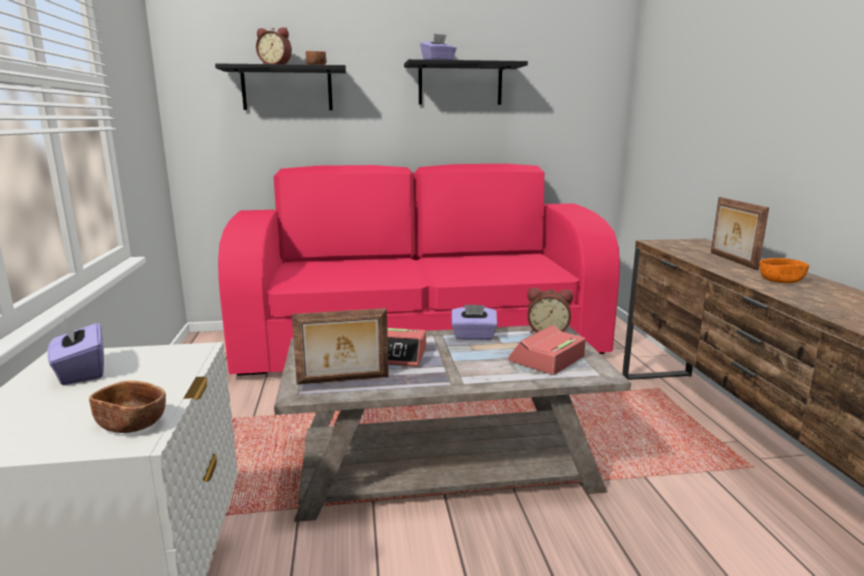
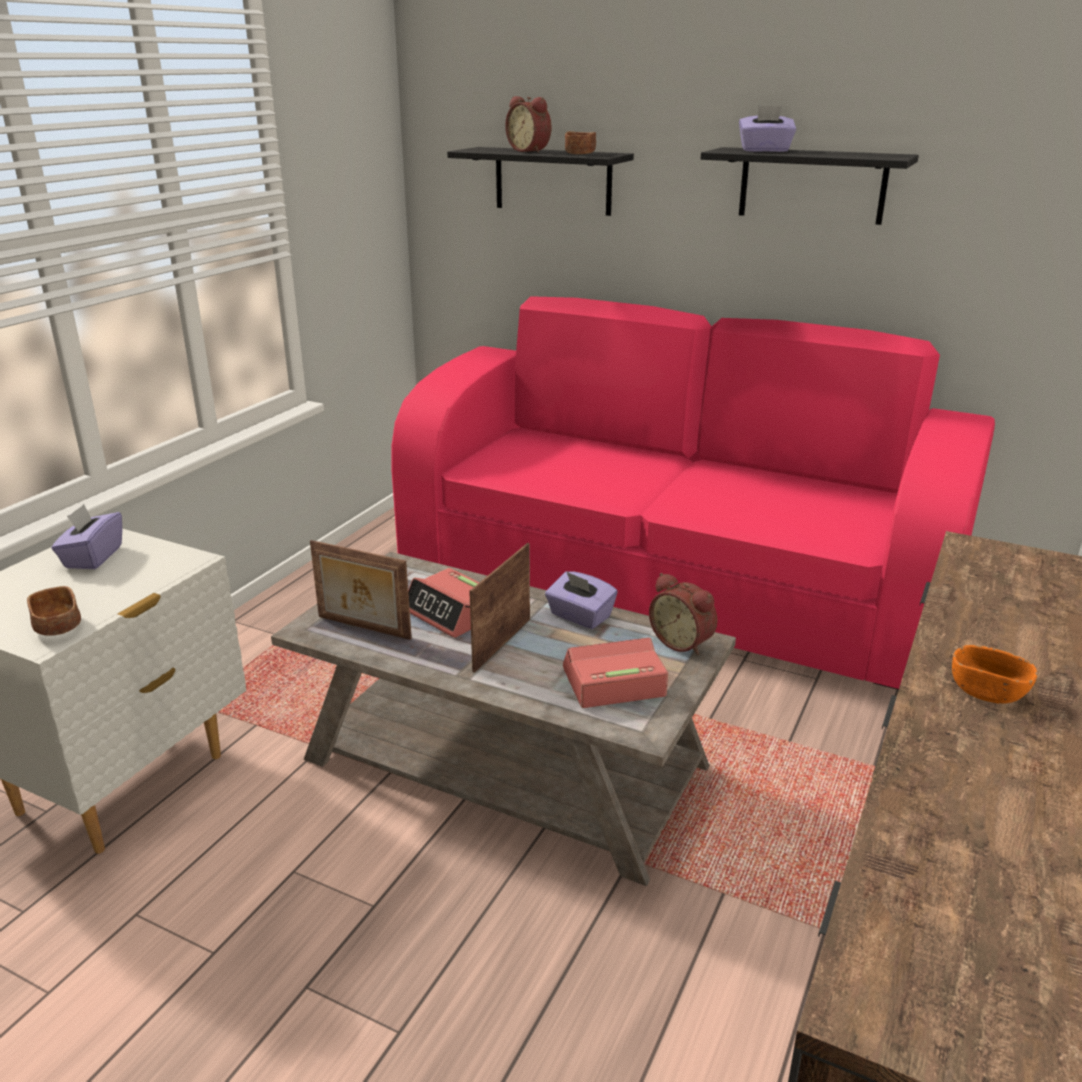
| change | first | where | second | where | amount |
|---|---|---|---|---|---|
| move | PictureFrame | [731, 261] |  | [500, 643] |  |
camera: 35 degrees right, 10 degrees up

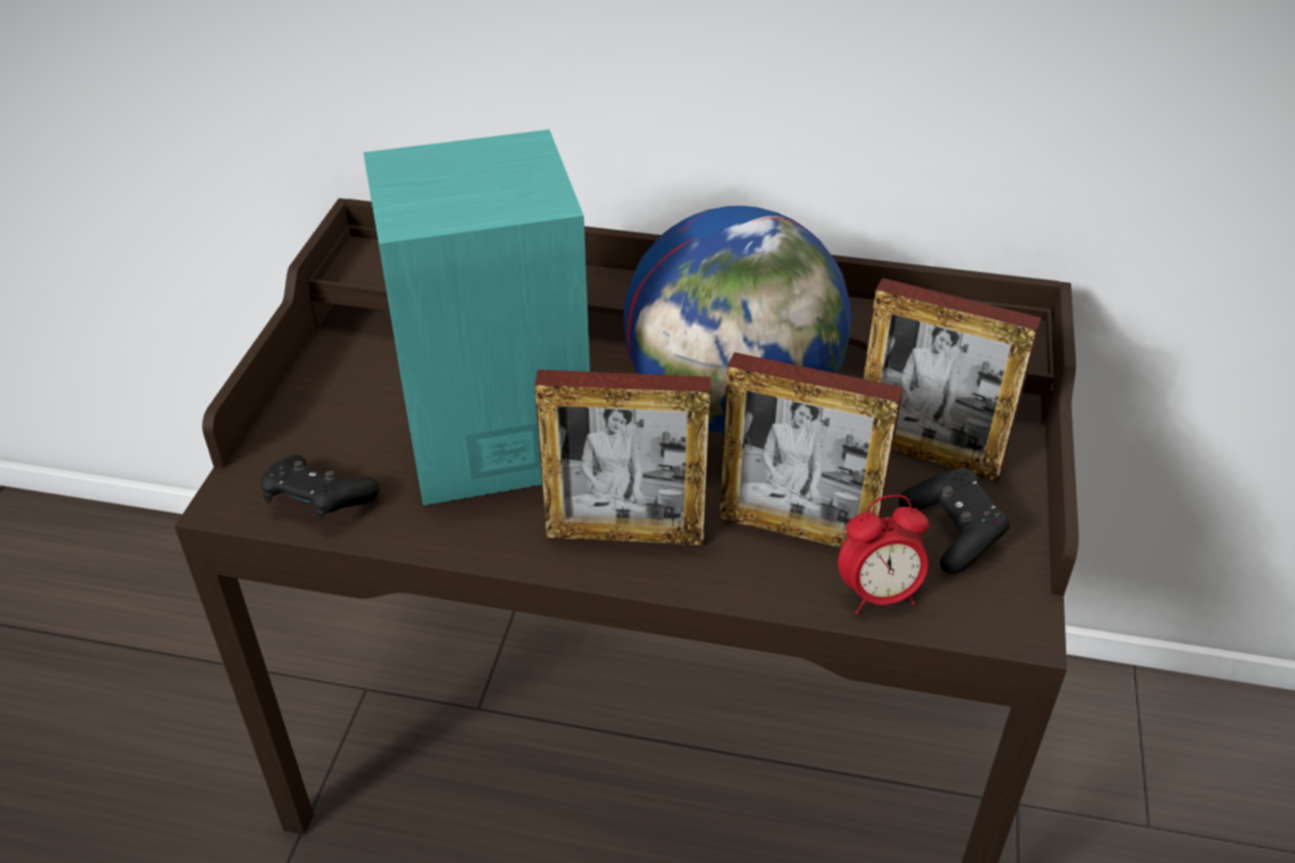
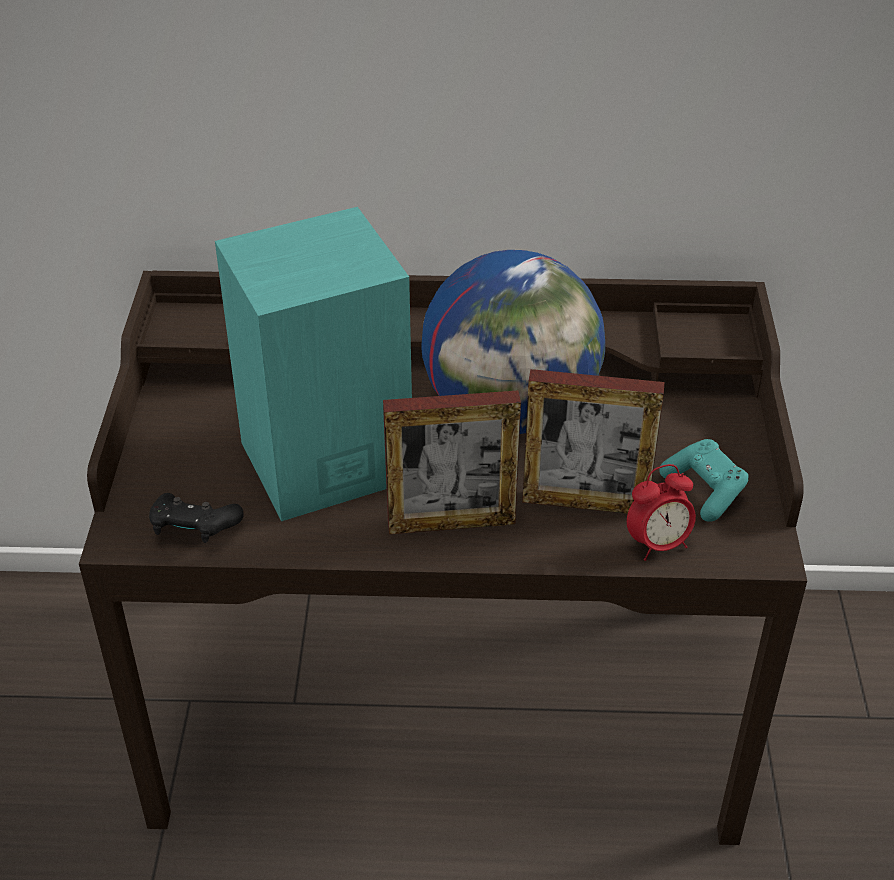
| change | first | where | second | where | amount |
|---|---|---|---|---|---|
| delete | PictureFrame | [927, 454] |  |  |  |
| recolor | BlackGameController | [953, 533] | TurquoiseGameController | [704, 490] |  |
camera: 10 degrees left, 0 degrees up

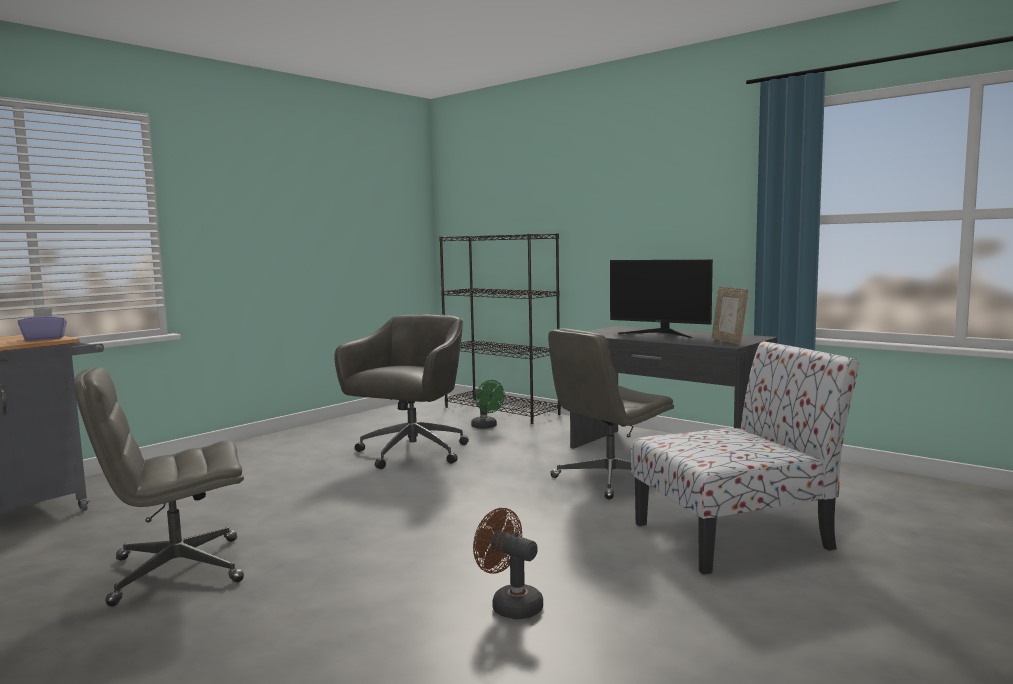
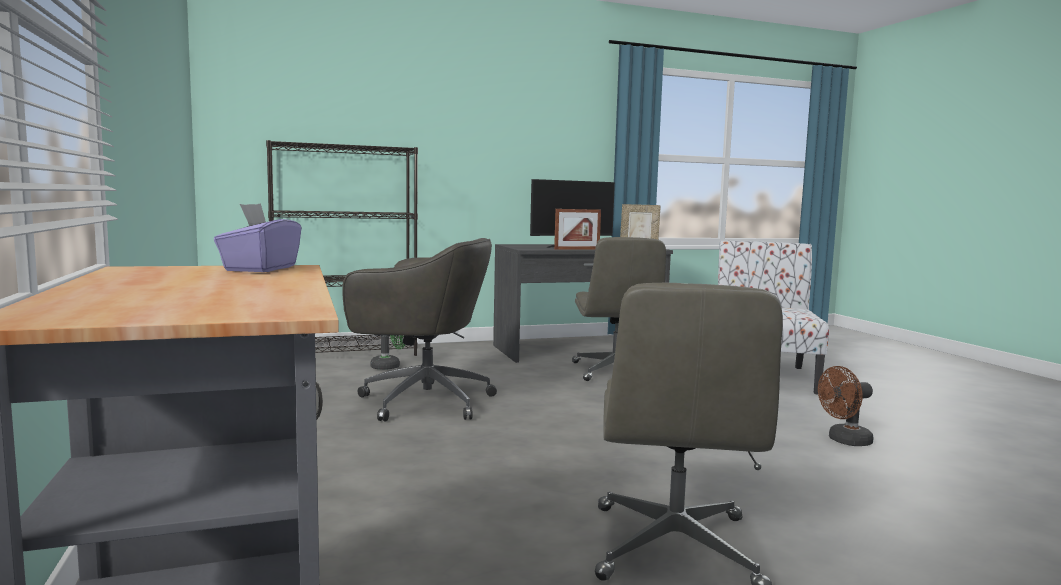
| change | first | where | second | where | amount |
|---|---|---|---|---|---|
| rotate | GreyOfficeChair | [410, 453] |  | [422, 401] | 135 degrees clockwise |
| insert |  |  | PictureFrame | [577, 249] |  |
camera: 60 degrees left, 0 degrees up

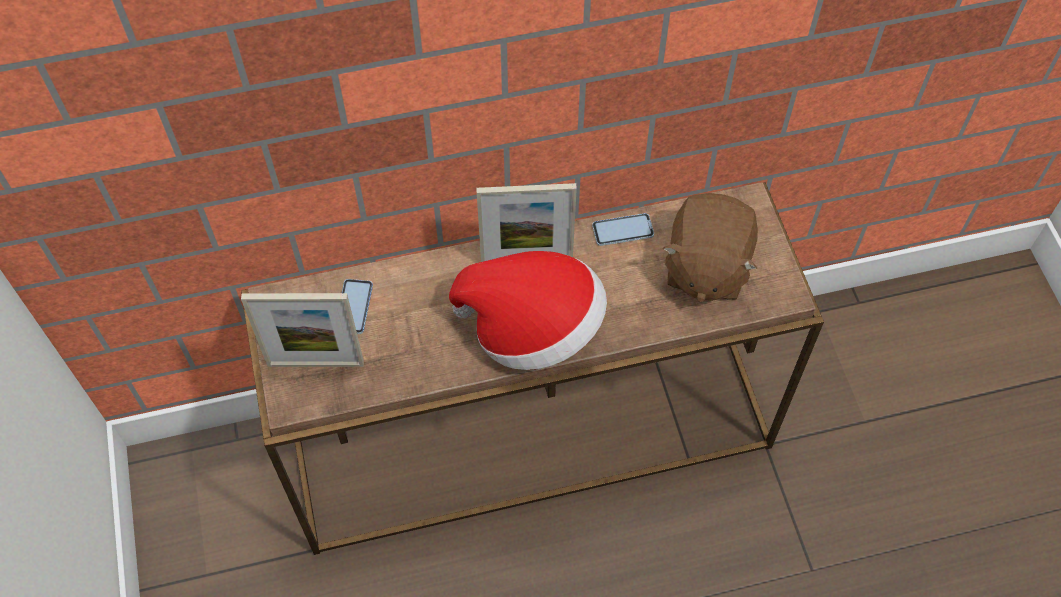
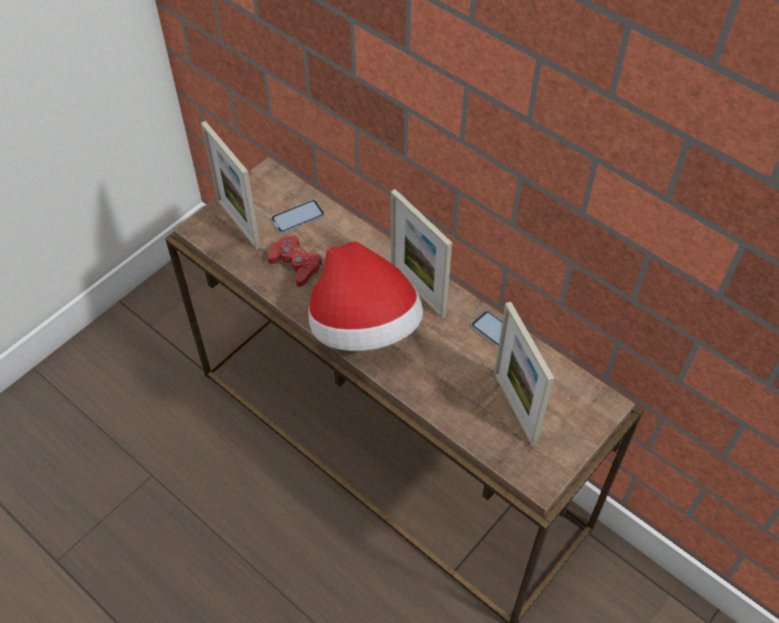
| change | first | where | second | where | amount |
|---|---|---|---|---|---|
| replace | BrownPlushToy | [705, 267] | PictureFrame | [514, 408] |  |
| insert |  |  | RedGameController | [296, 264] |  |
camera: 55 degrees right, 5 degrees down

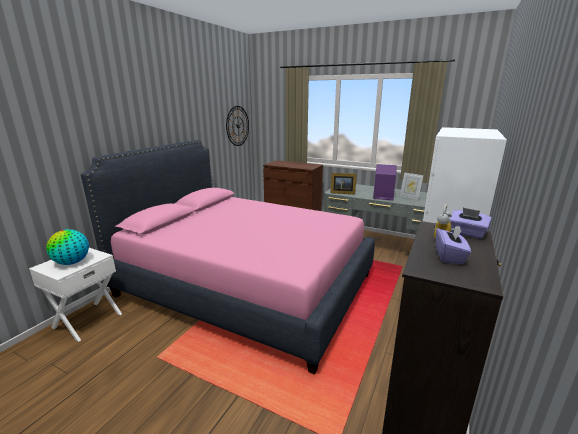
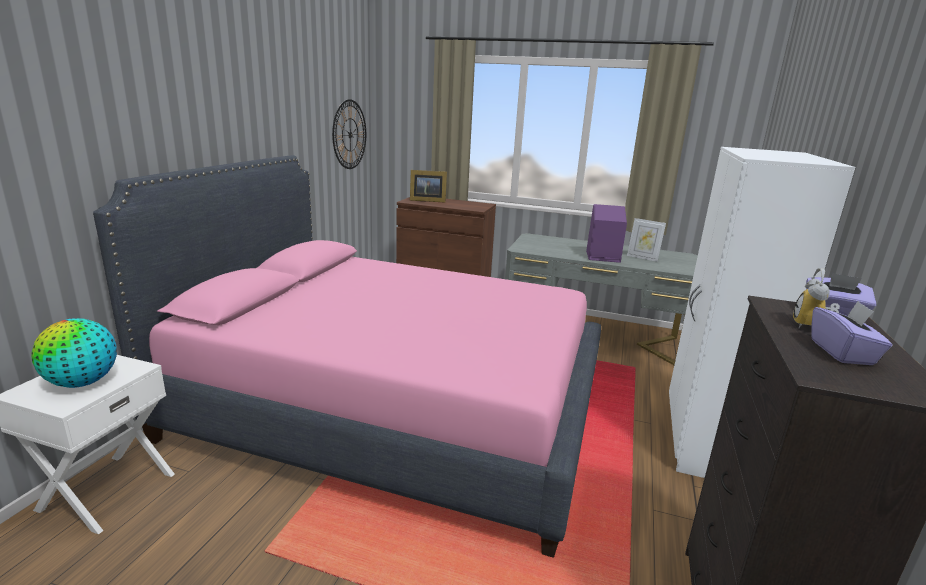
| change | first | where | second | where | amount |
|---|---|---|---|---|---|
| move | PictureFrame | [341, 192] |  | [426, 200] |  |
camera: 10 degrees left, 0 degrees up

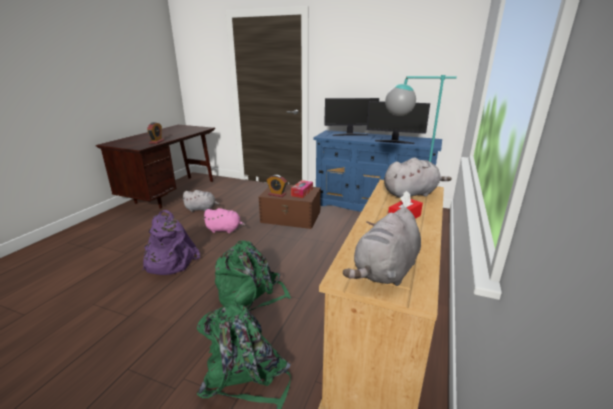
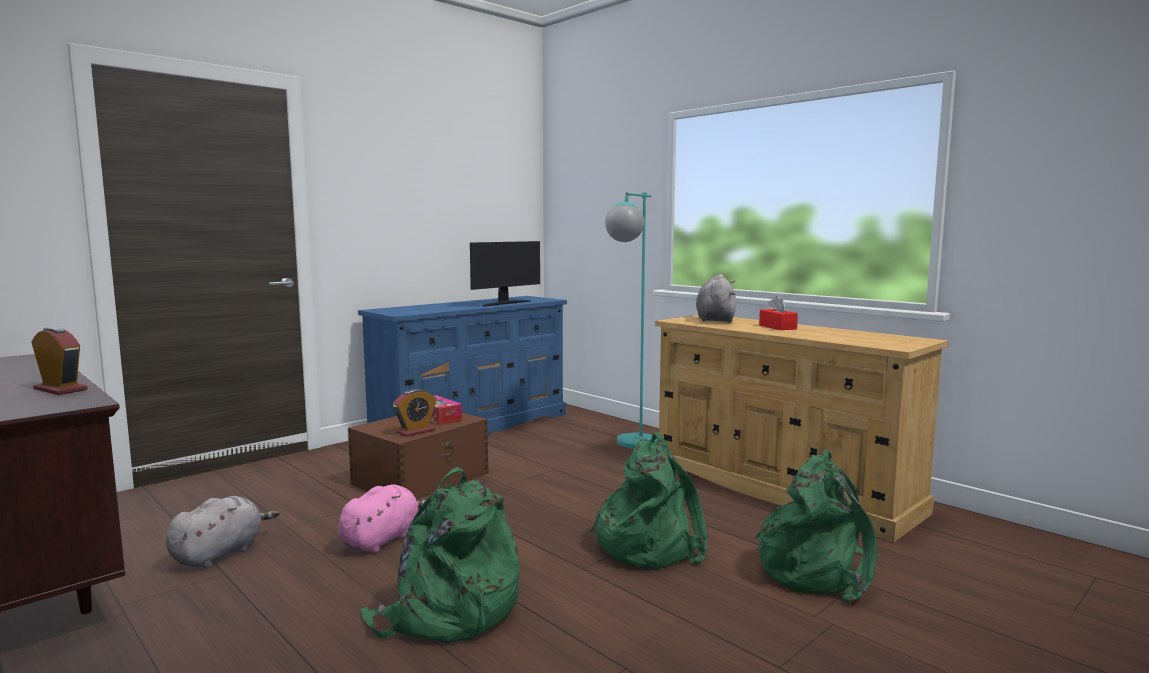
| change | first | where | second | where | amount |
|---|---|---|---|---|---|
| recolor | PurpleBackpack | [169, 262] | GreenBackpack | [448, 612] |  |
| delete | Monitor | [350, 135] |  |  |  |
| delete | GreyPlushToy | [385, 271] |  |  |  |
camera: 65 degrees left, 15 degrees down

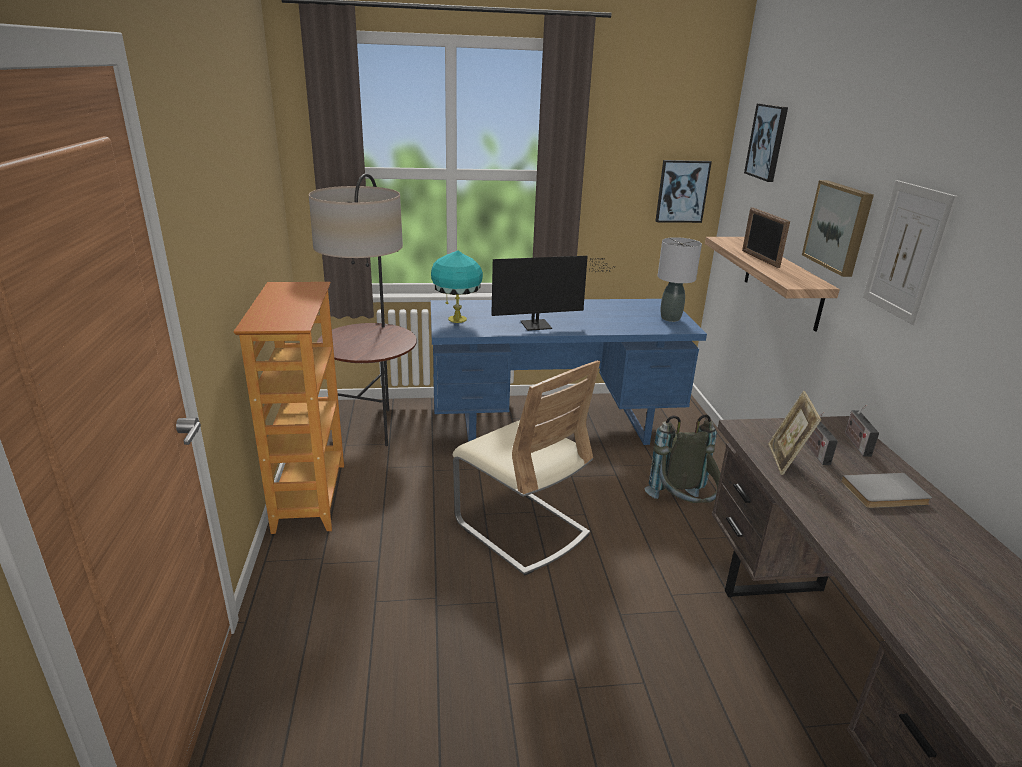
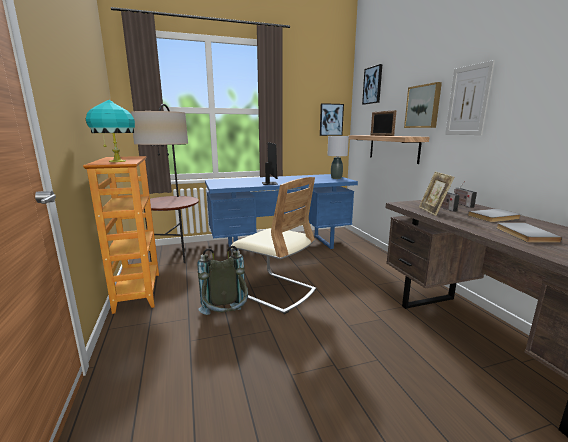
| change | first | where | second | where | amount |
|---|---|---|---|---|---|
| move | TurquoiseTableLamp | [456, 319] |  | [116, 161] |  |
| rotate | Monitor | [541, 325] |  | [270, 183] | 75 degrees counterclockwise |
| move | GreyBackpack | [683, 508] |  | [226, 319] |  |
| insert |  |  | GreyBook | [523, 234] |  |
camera: 10 degrees left, 10 degrees down

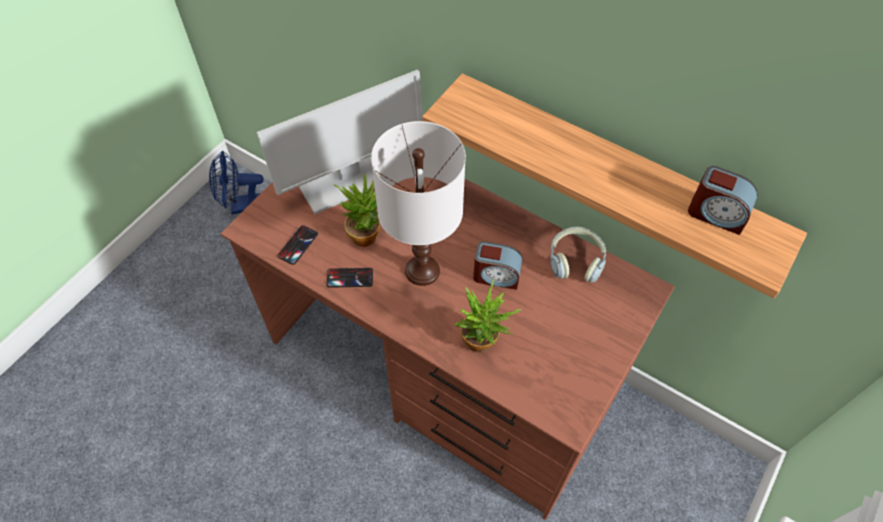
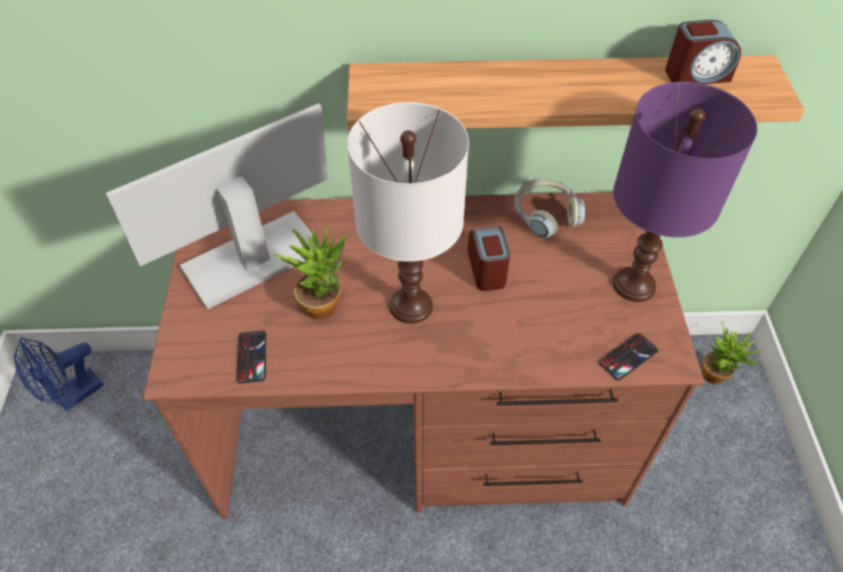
| change | first | where | second | where | amount |
|---|---|---|---|---|---|
| rotate | Monitor | [350, 178] |  | [254, 258] | 150 degrees counterclockwise |
| move | Phone | [350, 278] |  | [628, 356] |  |
| move | PottedPlant | [483, 344] |  | [718, 375] |  |
| rotate | AlarmClock | [496, 276] |  | [487, 269] | 75 degrees counterclockwise |
| insert |  |  | PurpleTableLamp | [633, 285] |  |
camera: 35 degrees left, 5 degrees down

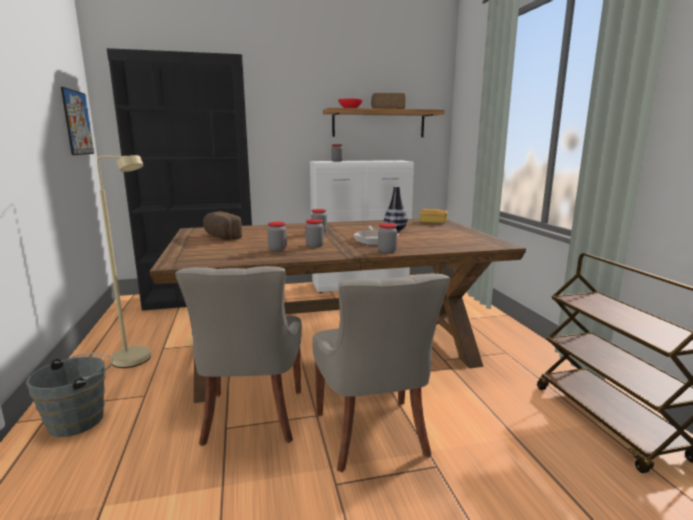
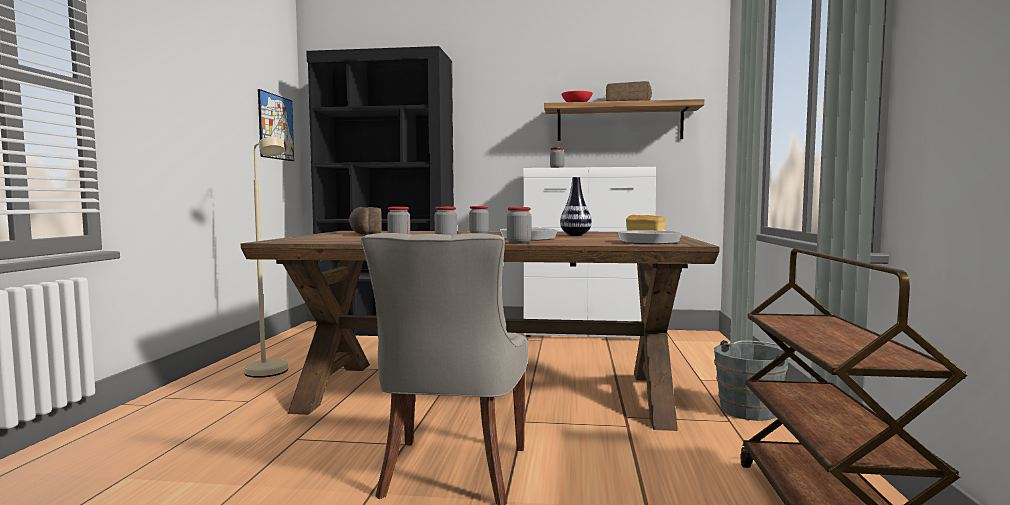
| change | first | where | second | where | amount |
|---|---|---|---|---|---|
| move | GreyBucket | [81, 419] |  | [752, 410] |  |
| delete | GreyChair | [252, 417] |  |  |  |
| insert |  |  | FryingPan | [650, 241] |  |
camera: 20 degrees right, 10 degrees down

